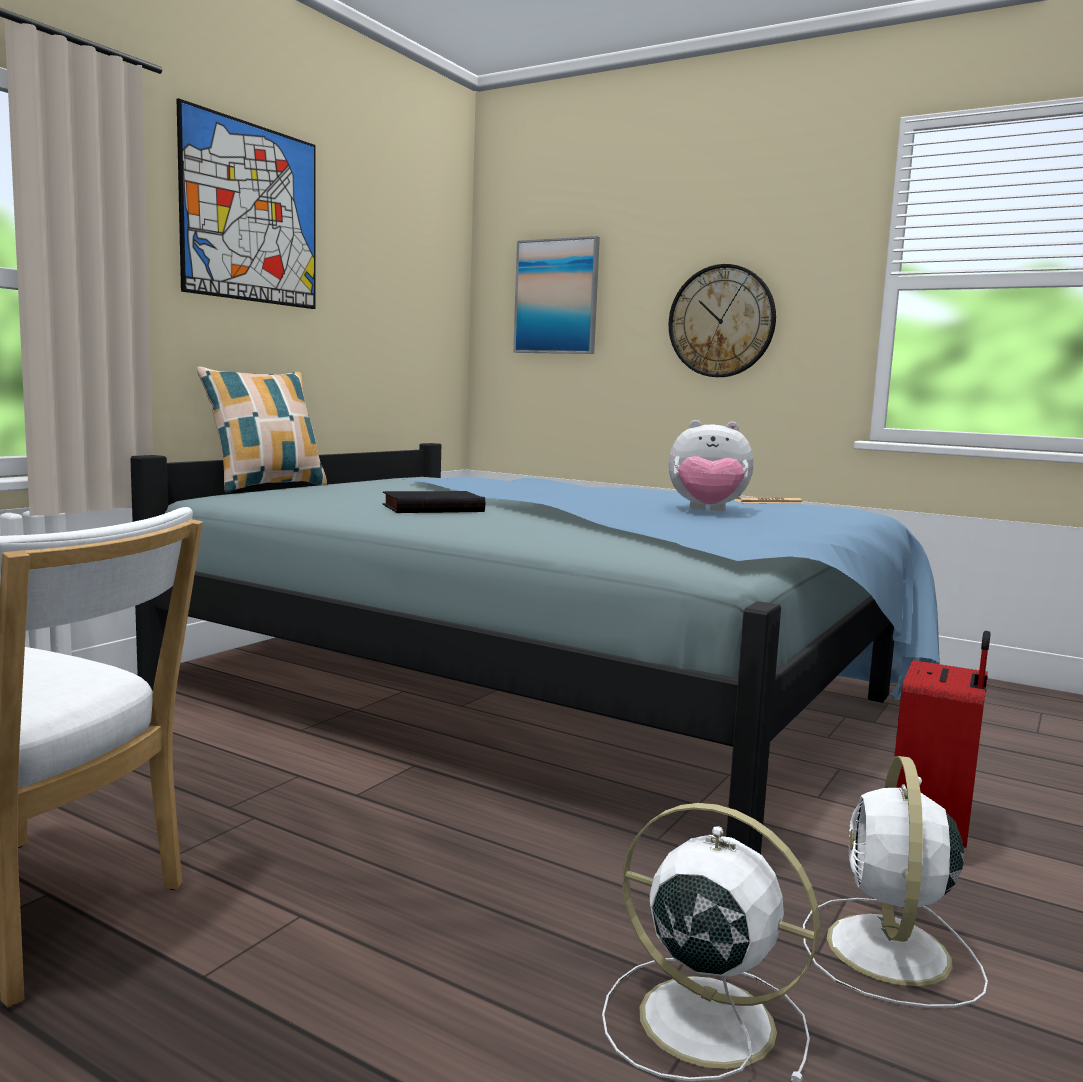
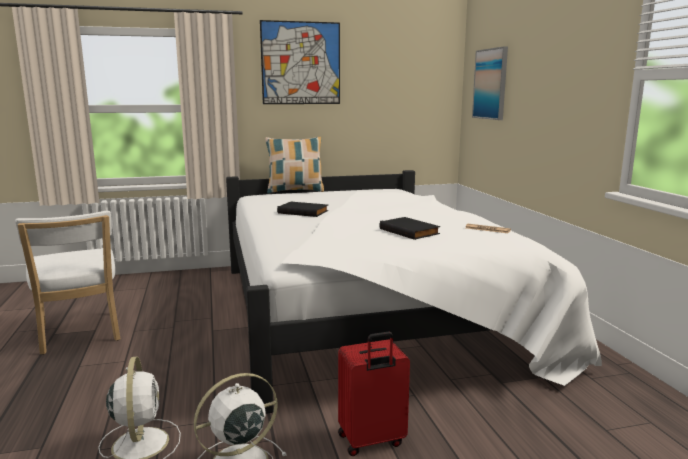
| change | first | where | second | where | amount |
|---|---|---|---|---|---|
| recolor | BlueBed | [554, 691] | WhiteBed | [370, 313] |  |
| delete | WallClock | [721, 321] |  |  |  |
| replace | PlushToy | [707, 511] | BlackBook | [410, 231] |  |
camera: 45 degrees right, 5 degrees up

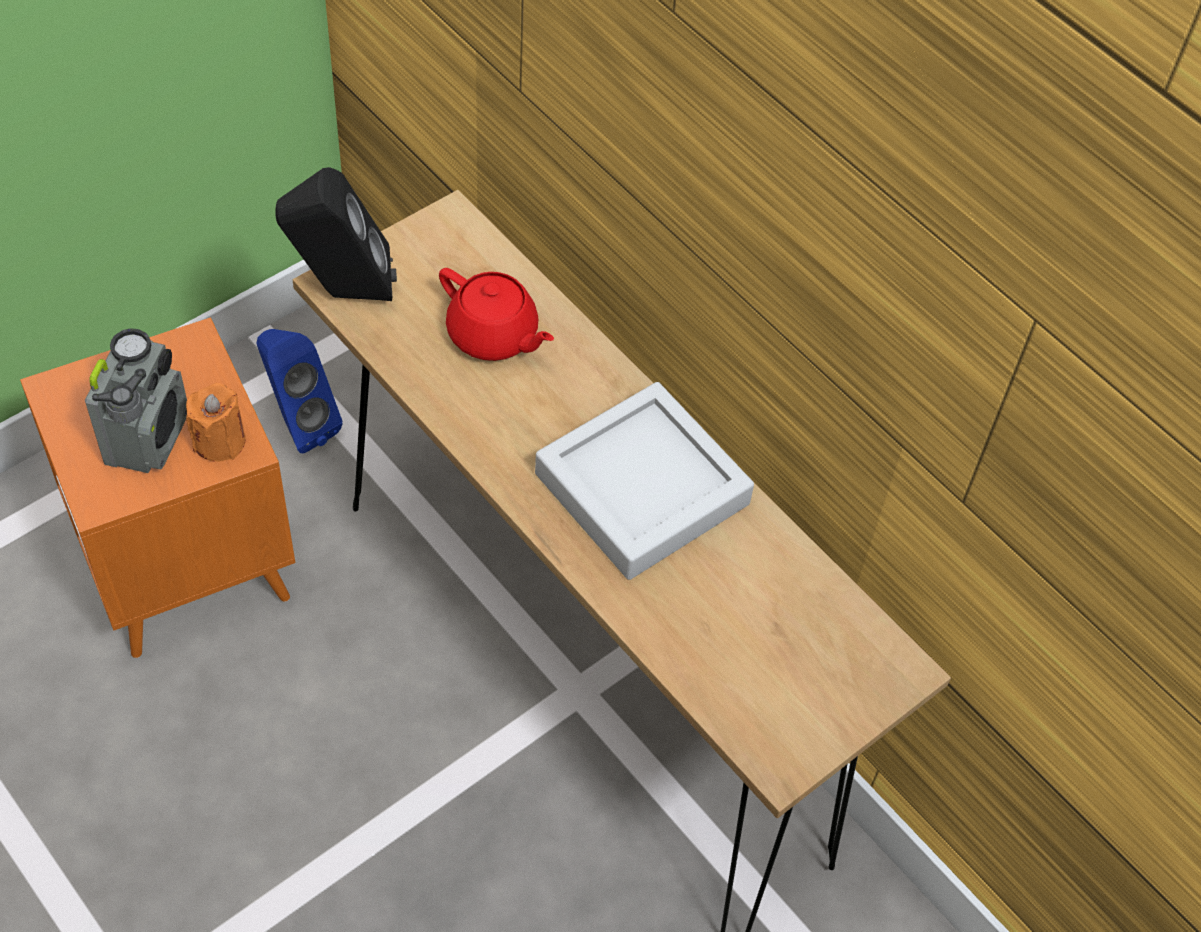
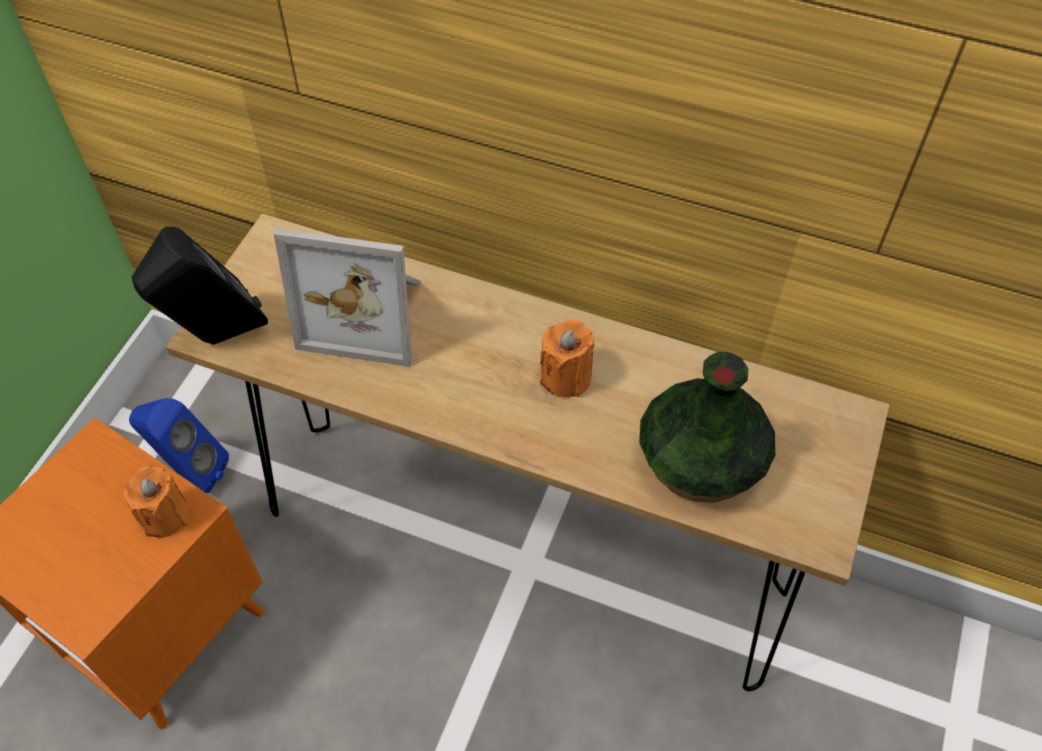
| change | first | where | second | where | amount |
|---|---|---|---|---|---|
| delete | Radio | [148, 436] |  |  |  |
| replace | RedTeapot | [493, 335] | PictureFrame | [367, 313] |  |
| replace | GreyTray | [642, 489] | OrangeCandle | [566, 377] |  |
| insert |  |  | Vase | [699, 463] |  |
camera: 25 degrees left, 0 degrees up

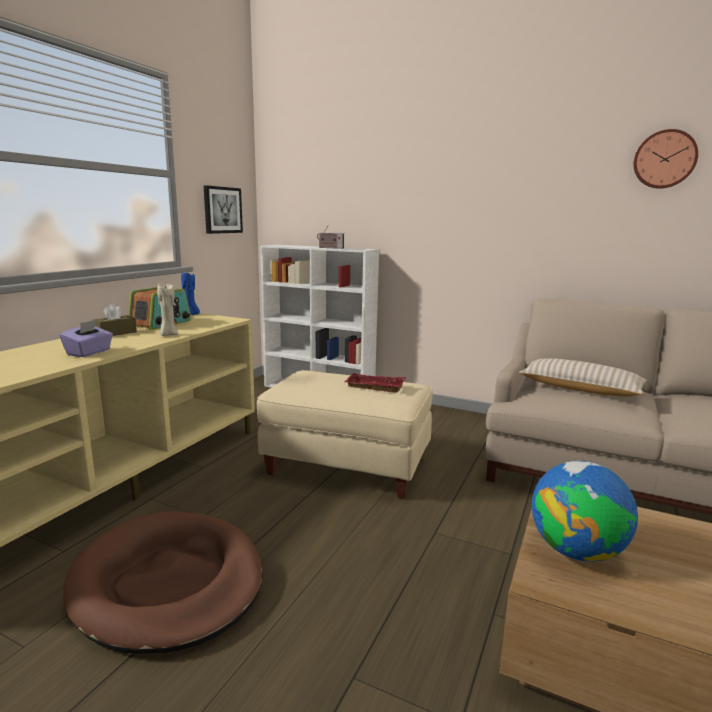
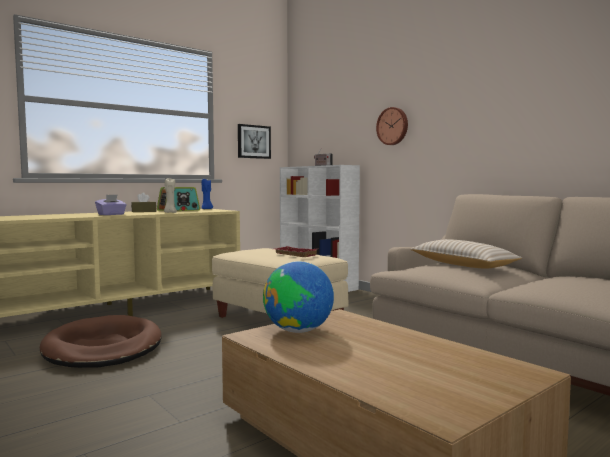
| change | first | where | second | where | amount |
|---|---|---|---|---|---|
| move | WallClock | [664, 159] |  | [393, 126] |  |
camera: 25 degrees right, 10 degrees down

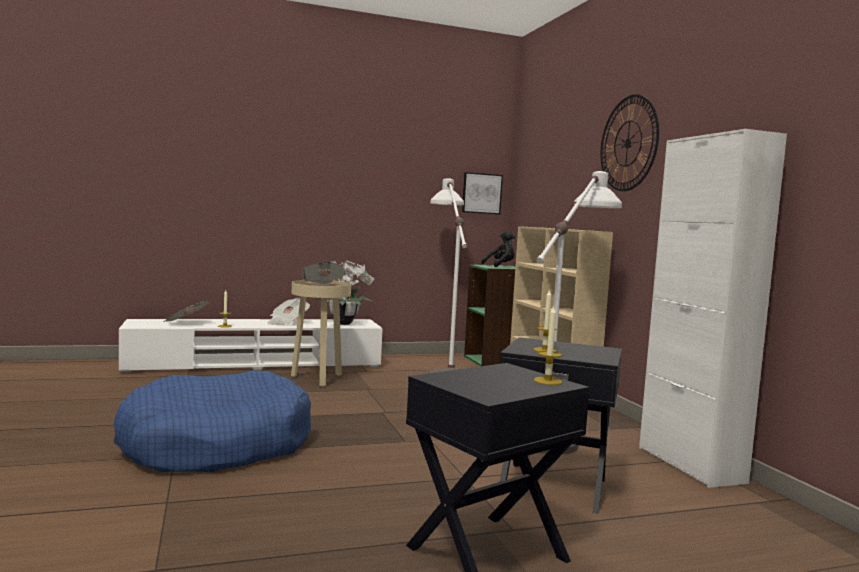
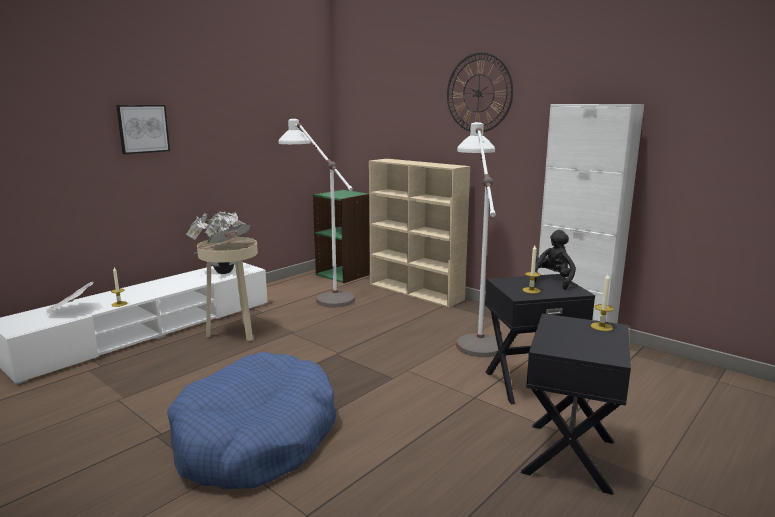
| change | first | where | second | where | amount |
|---|---|---|---|---|---|
| delete | Newspaper | [287, 323] |  |  |  |
| move | Picture | [481, 193] |  | [143, 129] |  |
| move | BlackPlushToy | [500, 266] |  | [552, 280] |  |
camera: 30 degrees left, 10 degrees up

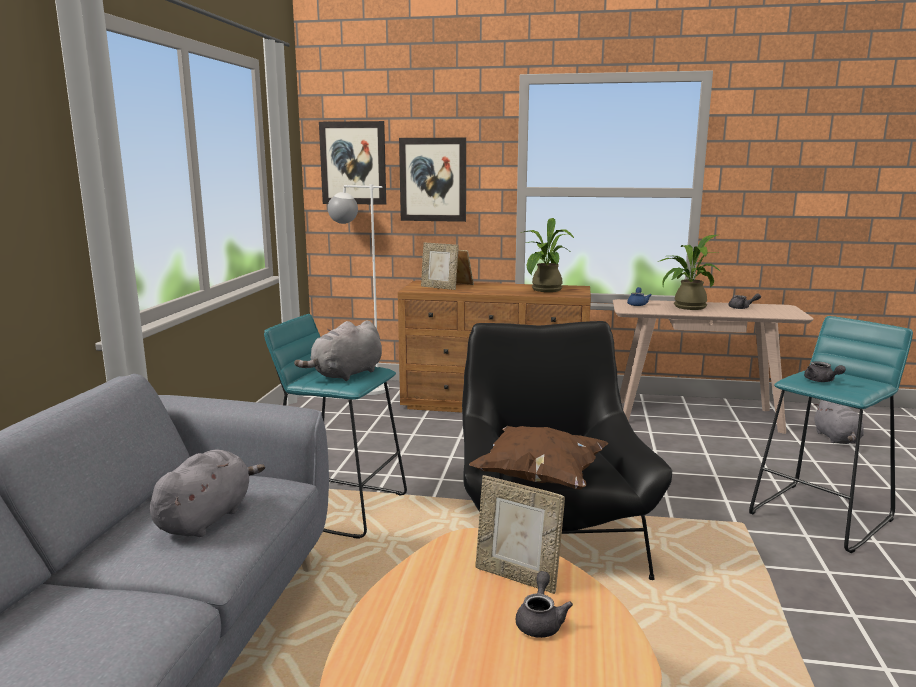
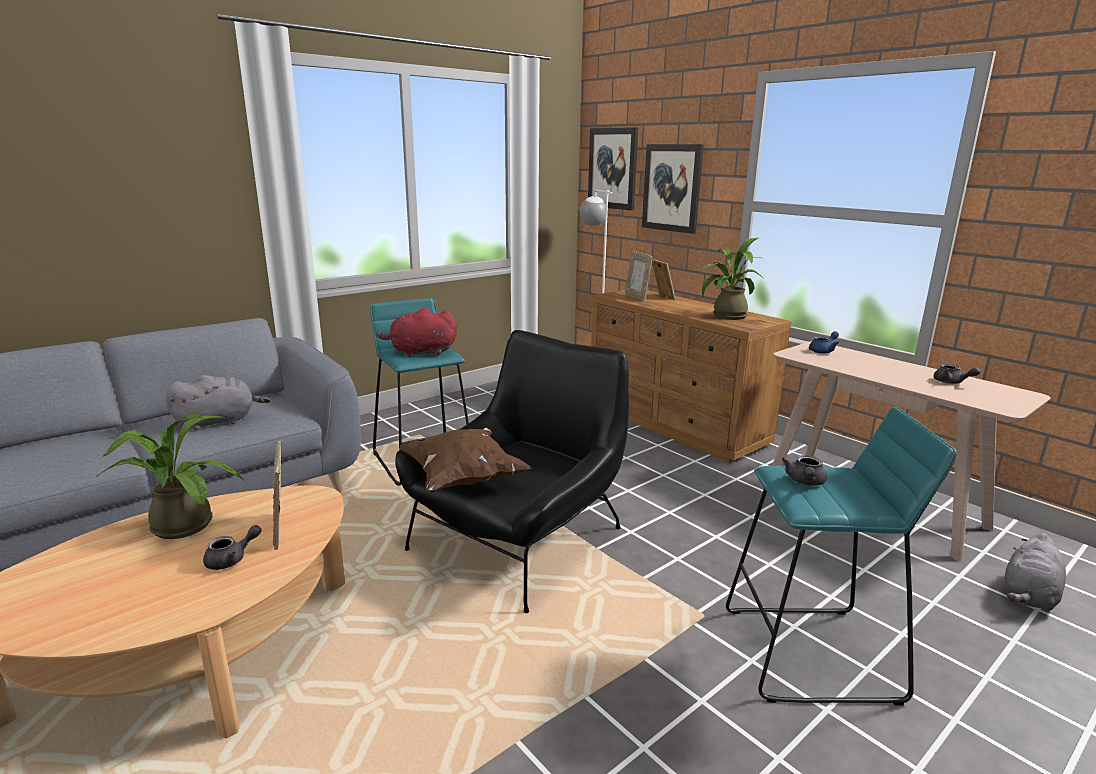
| change | first | where | second | where | amount |
|---|---|---|---|---|---|
| recolor | GreyPlushToy | [346, 375] | RedPlushToy | [420, 352] |  |
| move | PottedPlant | [685, 307] |  | [179, 523] |  |
camera: 40 degrees right, 5 degrees up

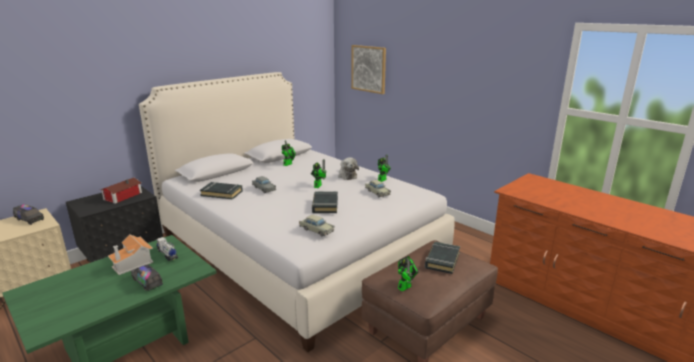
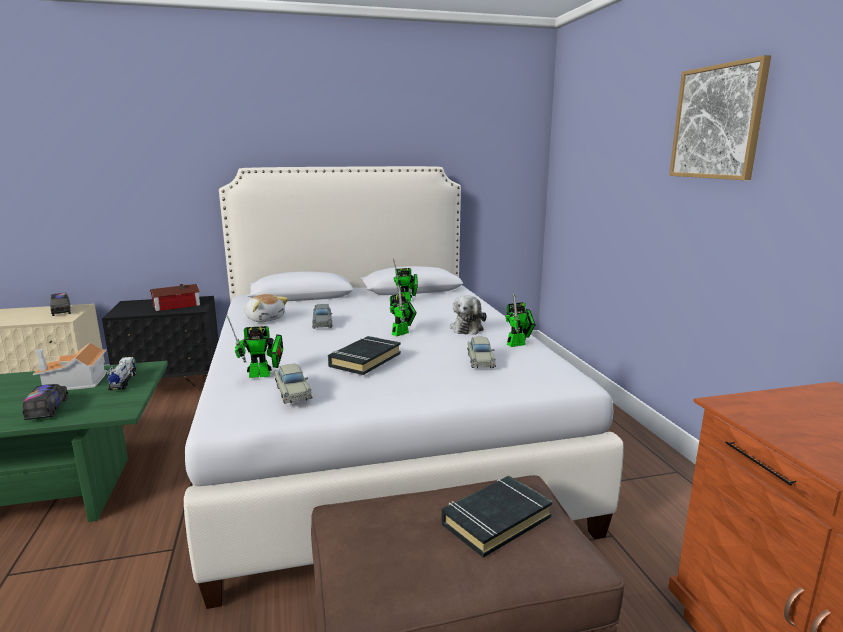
| change | first | where | second | where | amount |
|---|---|---|---|---|---|
| replace | BlackBook | [222, 193] | PlushToy | [265, 319] |  |
| move | Picture | [368, 69] |  | [717, 122] |  |
| move | ToyRobot | [406, 286] |  | [263, 375] |  |
camera: 30 degrees right, 5 degrees down

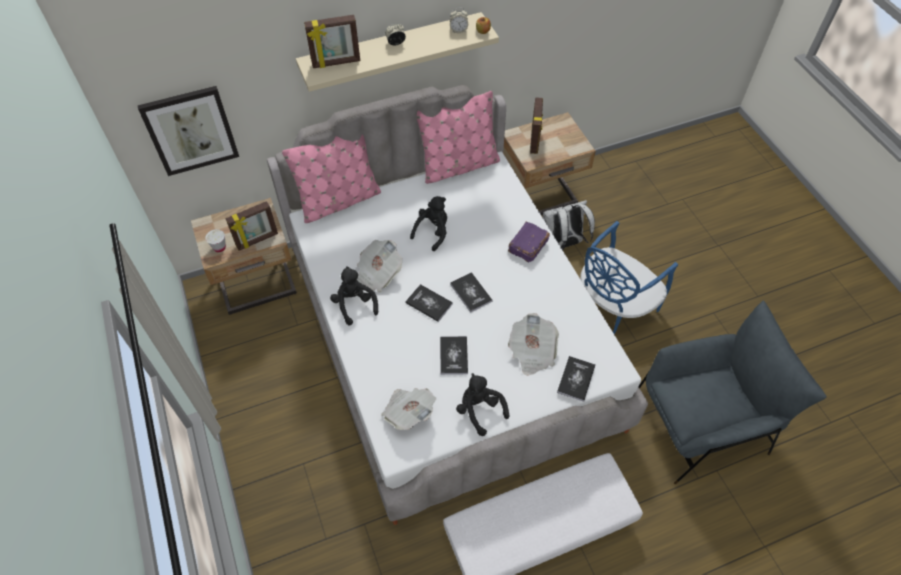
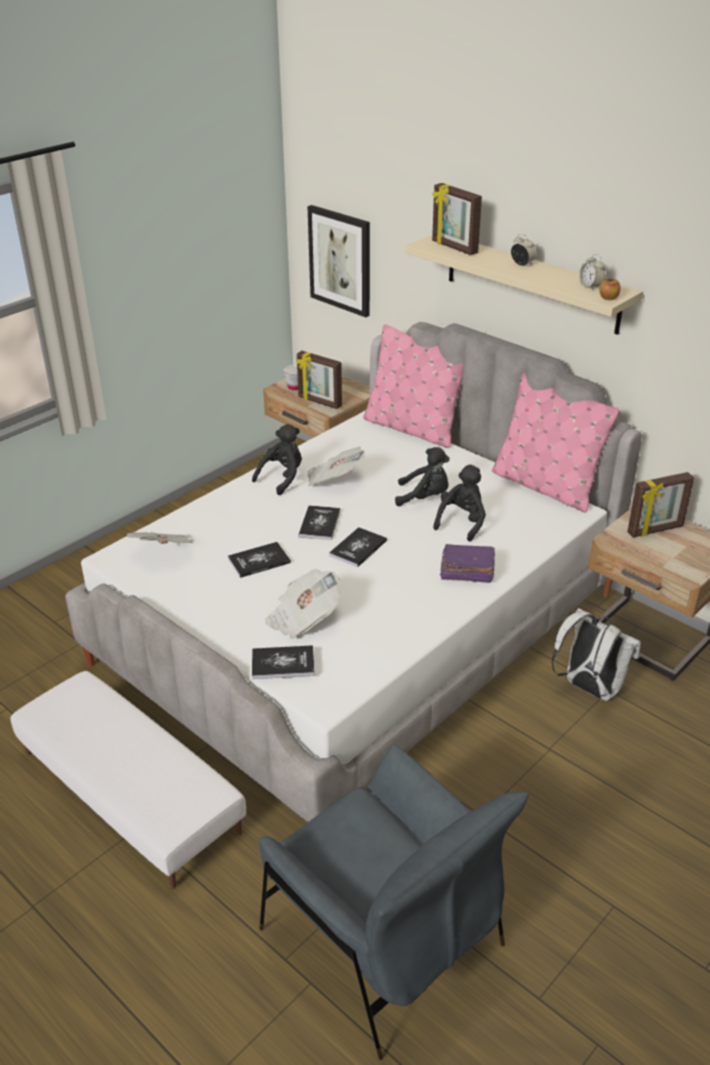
| change | first | where | second | where | amount |
|---|---|---|---|---|---|
| move | BlackPlushToy | [479, 410] |  | [462, 522] |  |
| delete | BlueChair | [612, 307] |  |  |  |
camera: 65 degrees right, 20 degrees down

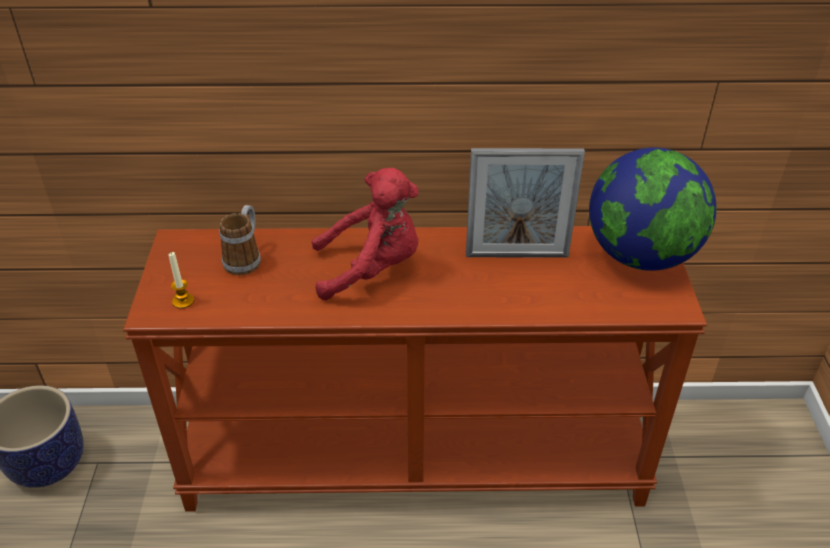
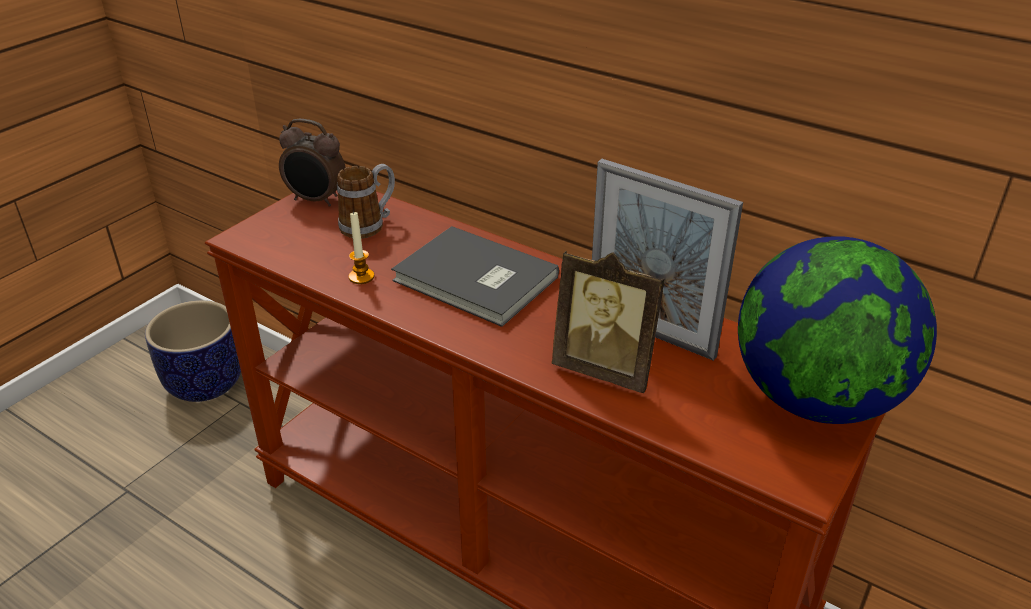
| change | first | where | second | where | amount |
|---|---|---|---|---|---|
| move | Candle | [183, 301] |  | [361, 277] |  |
| replace | RedPlushToy | [372, 269] | GreyBook | [475, 281] |  |
| insert |  |  | AlarmClock | [316, 200] |  |
| insert |  |  | PictureFrame | [606, 369] |  |
camera: 35 degrees right, 5 degrees down

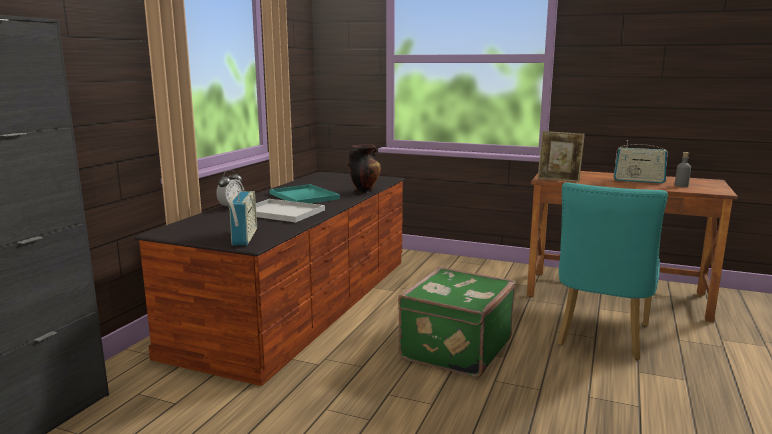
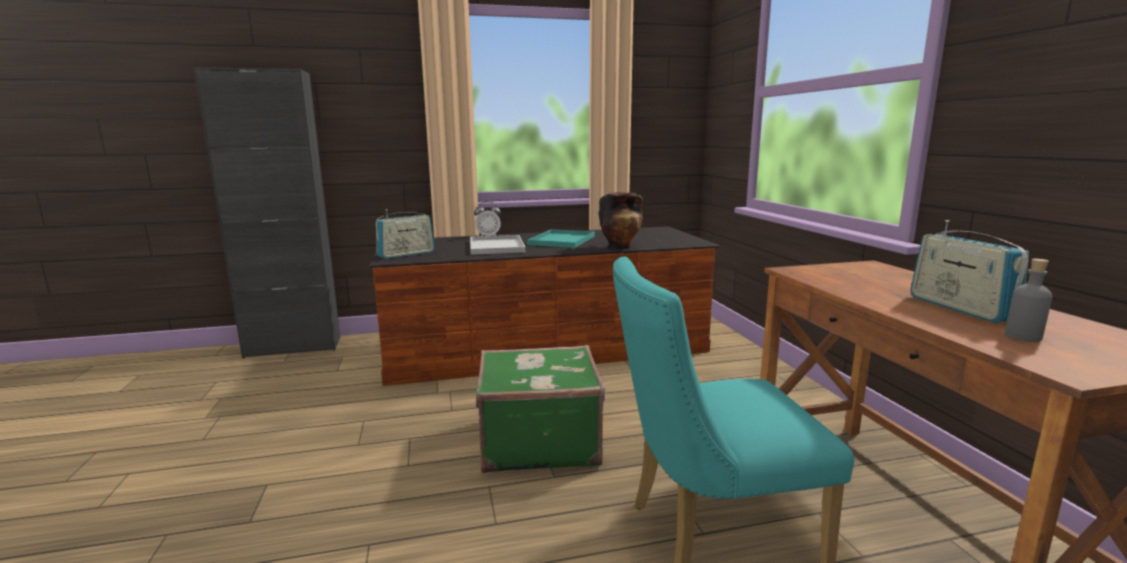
| change | first | where | second | where | amount |
|---|---|---|---|---|---|
| delete | PictureFrame | [558, 180] |  |  |  |
camera: 55 degrees right, 0 degrees up

